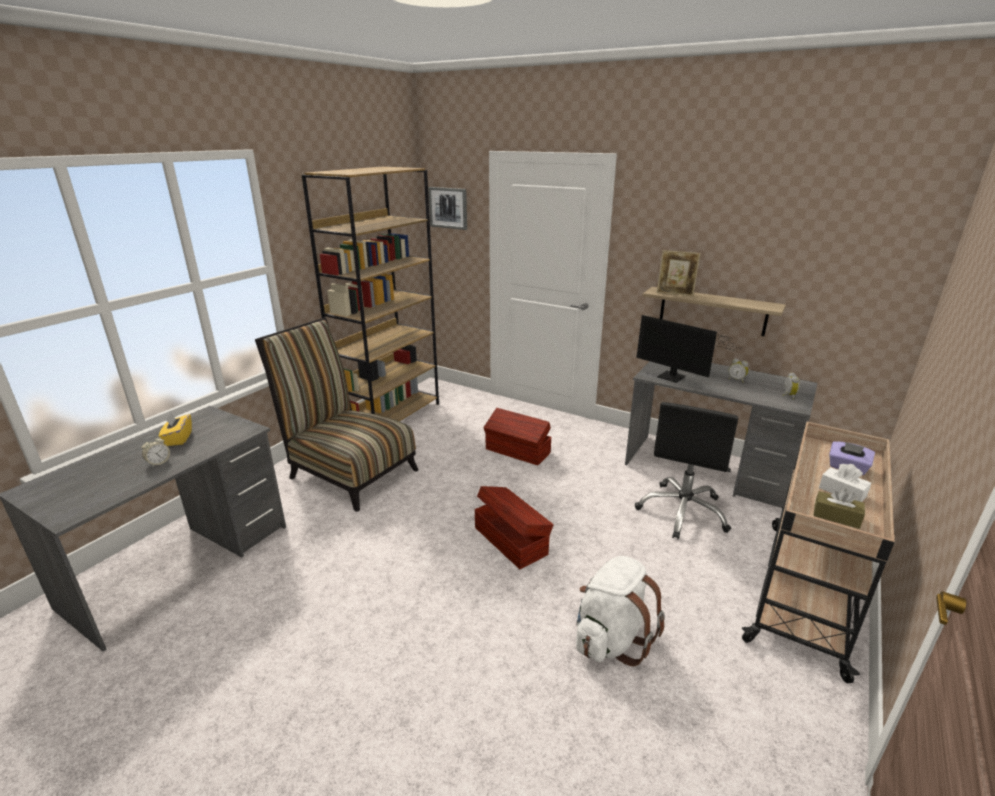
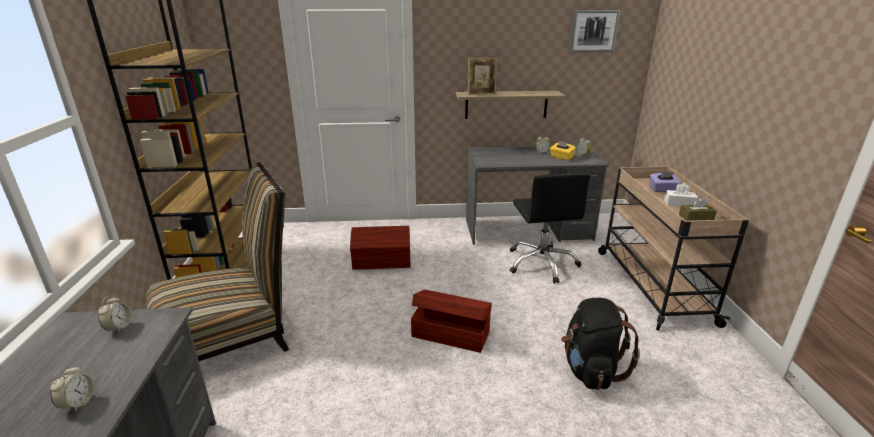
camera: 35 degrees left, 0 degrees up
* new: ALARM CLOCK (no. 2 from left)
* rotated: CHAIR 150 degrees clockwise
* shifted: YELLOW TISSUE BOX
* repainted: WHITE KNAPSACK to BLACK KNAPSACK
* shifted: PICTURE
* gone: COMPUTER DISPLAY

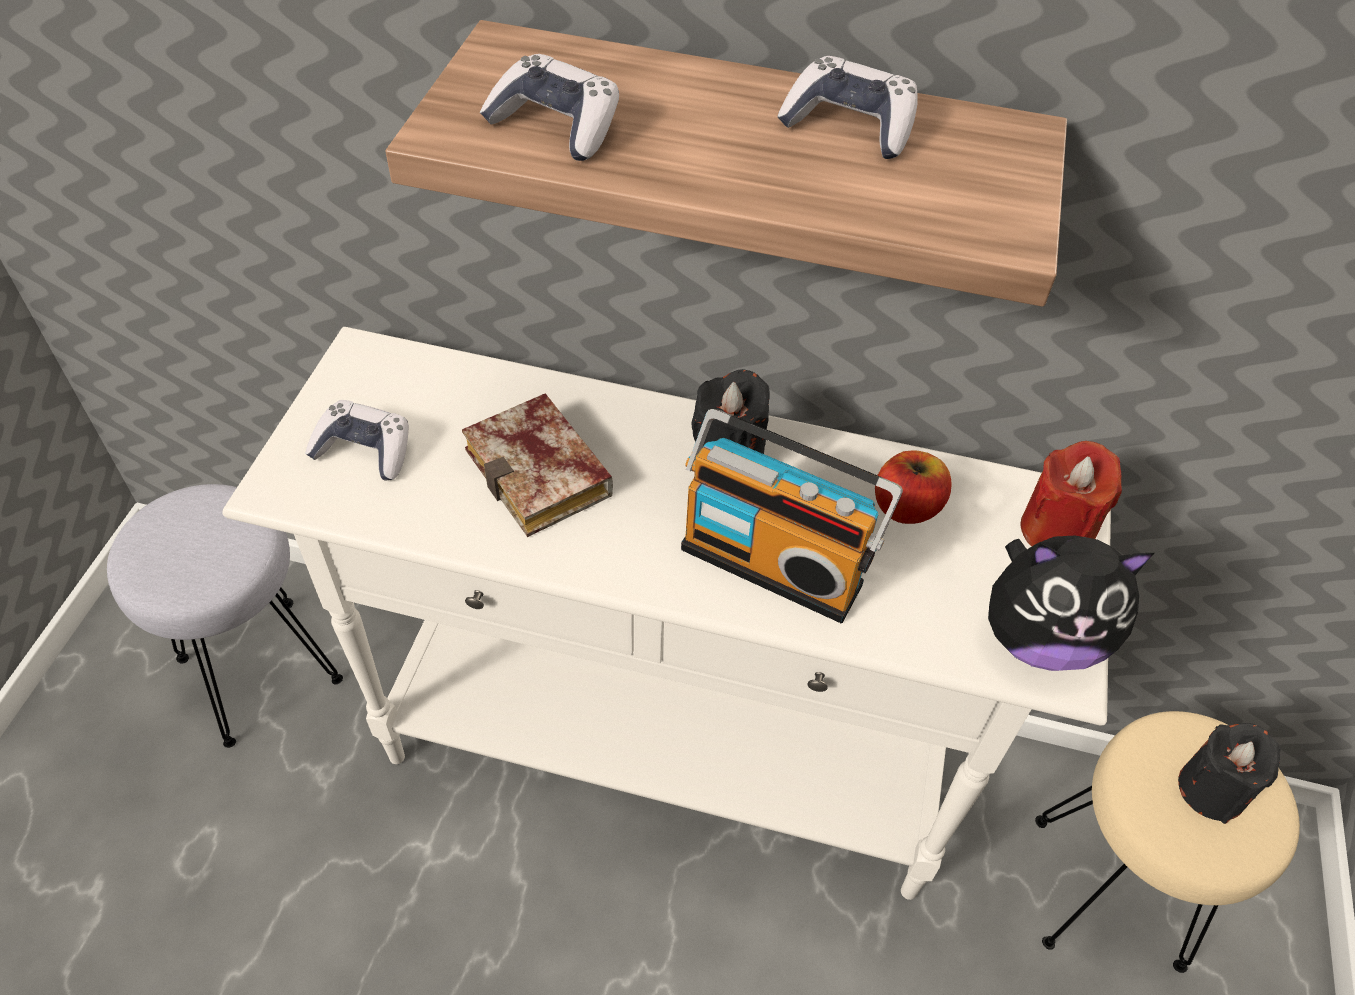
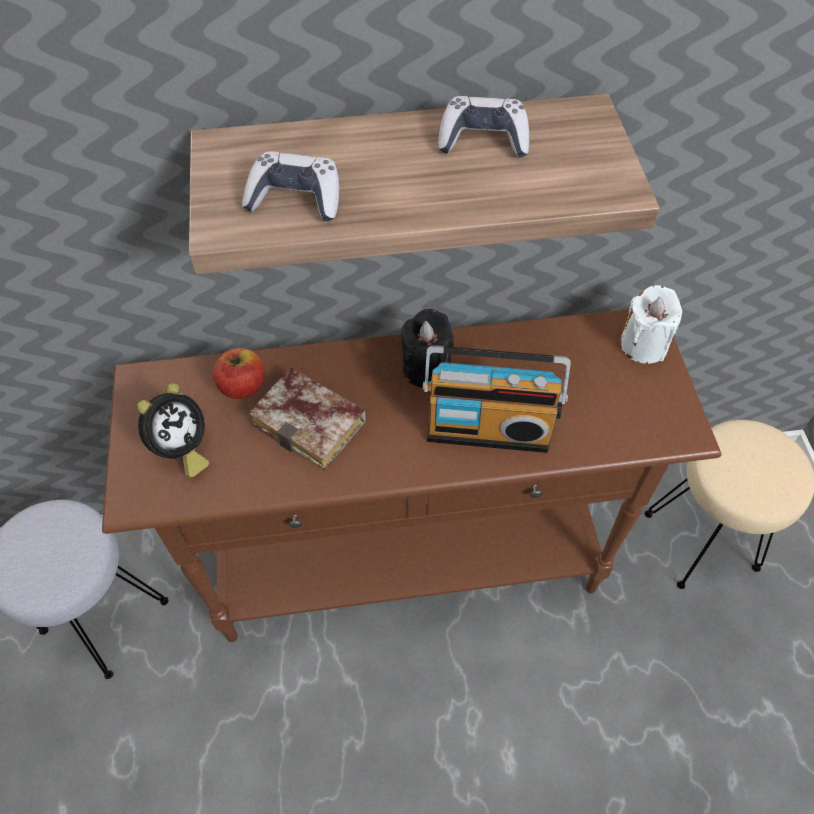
camera: 20 degrees left, 5 degrees up
* repainted: WHITE CONSOLE TABLE to BROWN-COLOURED CONSOLE TABLE
* swapped: JOYPAD (no. 1 from left) to ALARM CLOCK
* shifted: WHOLE APPLE
* repainted: RED-COLOURED CANDLE to WHITE CANDLE
* gone: CUDDLY TOY
* gone: BLACK CANDLE (no. 2 from left)

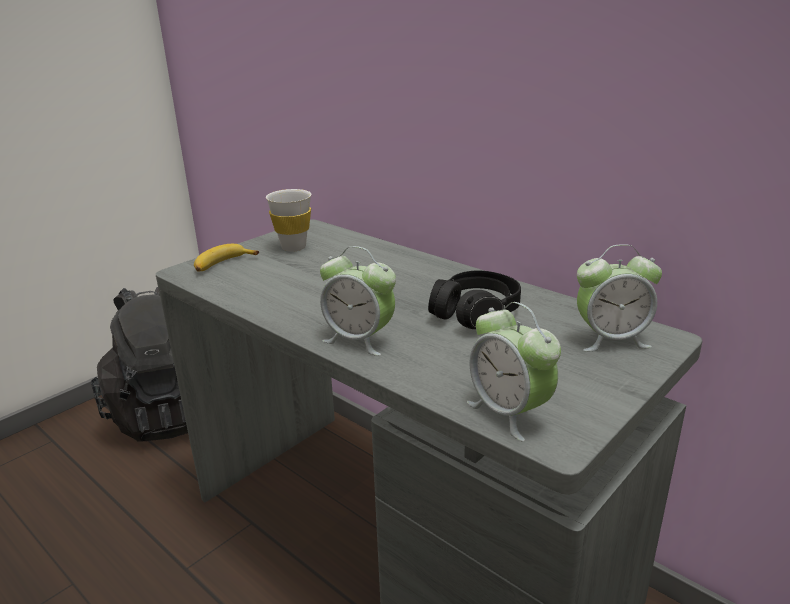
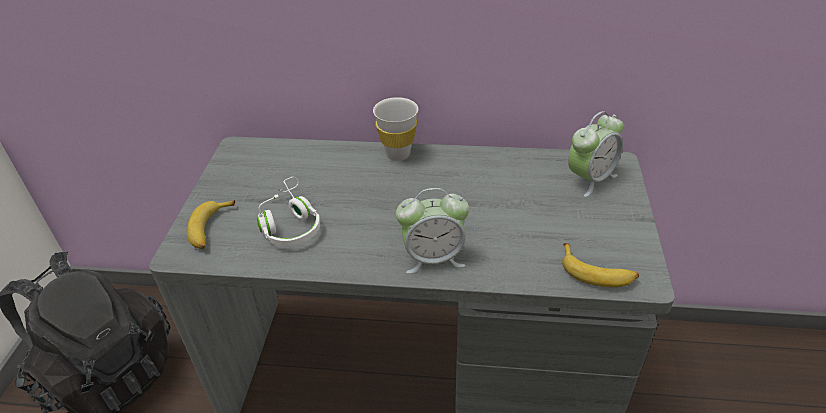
camera: 35 degrees left, 15 degrees up
* new: WHITE HEADSET
* shifted: WHITE CUP
* swapped: ALARM CLOCK (no. 2 from left) to BANANA FRUIT (no. 2 from left)
* gone: BLACK HEADSET

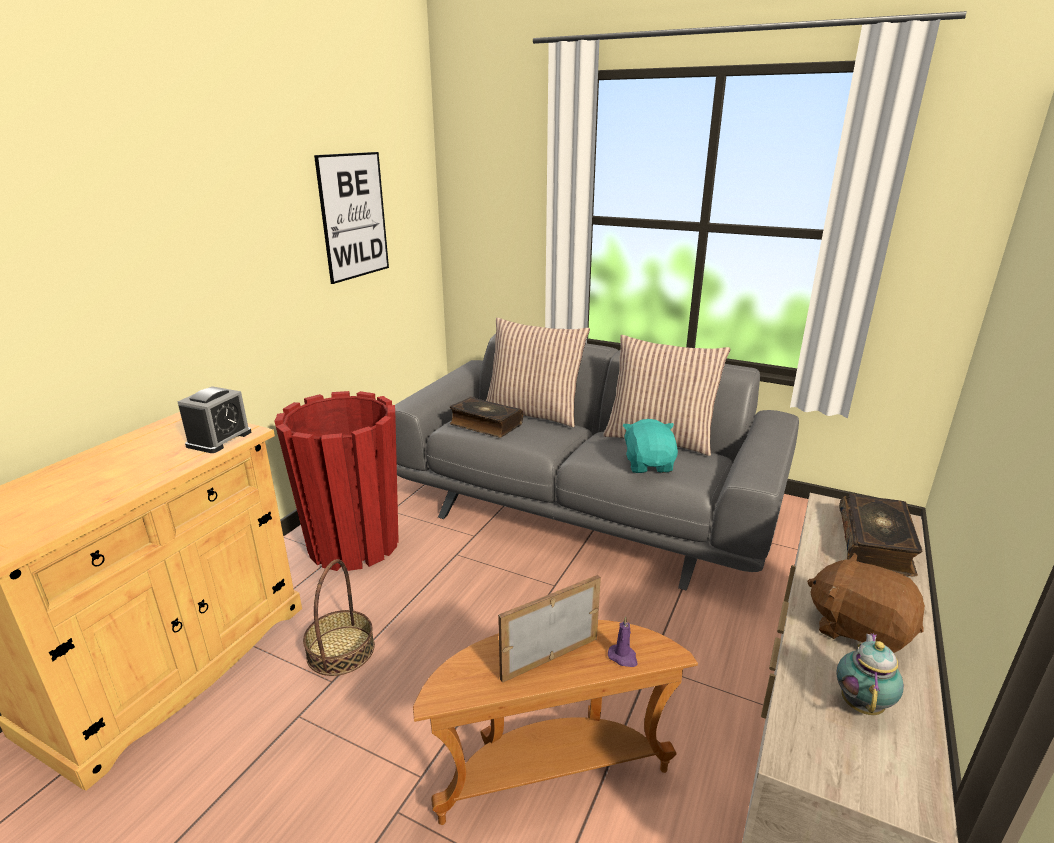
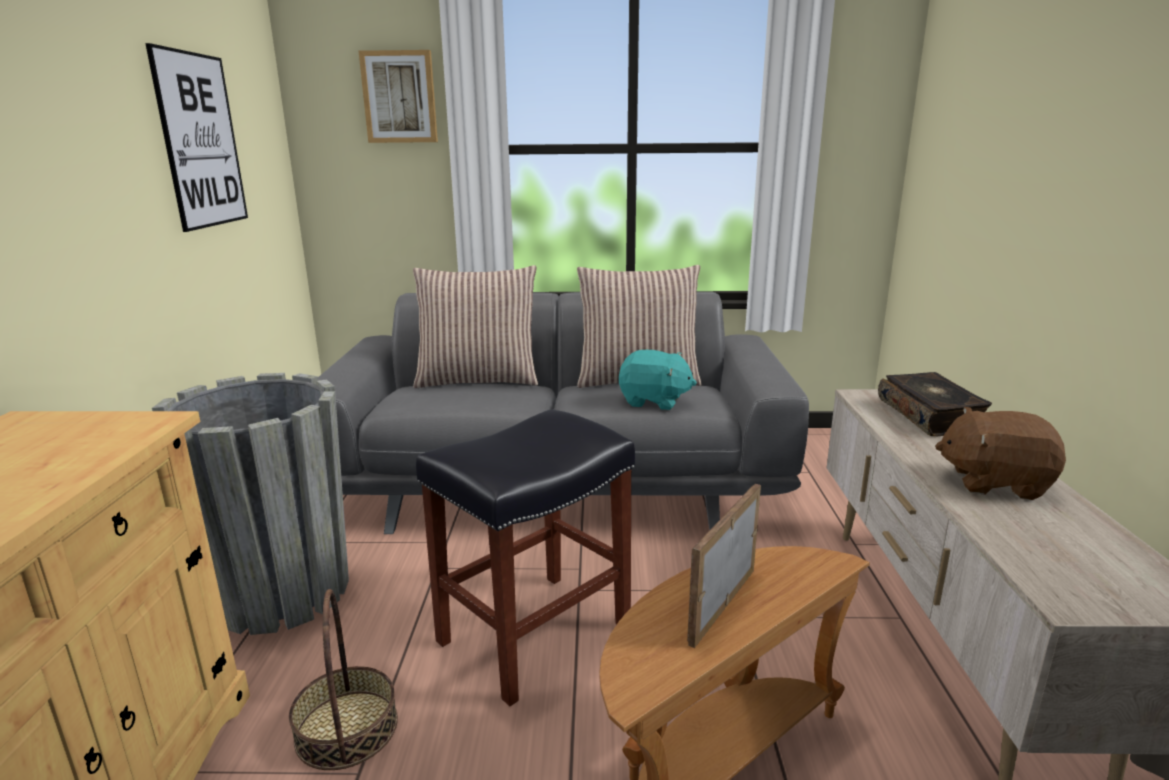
camera: 25 degrees left, 5 degrees down
* repainted: RED-COLOURED PLANT POT to GRAY PLANT POT
* new: PICTURE (no. 2 from left)
* new: BLACK STOOL SEAT
* rotated: BLUE-GREEN CUDDLY TOY 135 degrees clockwise
* gone: ALARM CLOCK
* gone: BOUND BOOK (no. 1 from left)
* gone: PURPLISH CANDLE
* gone: POT FOR TEA

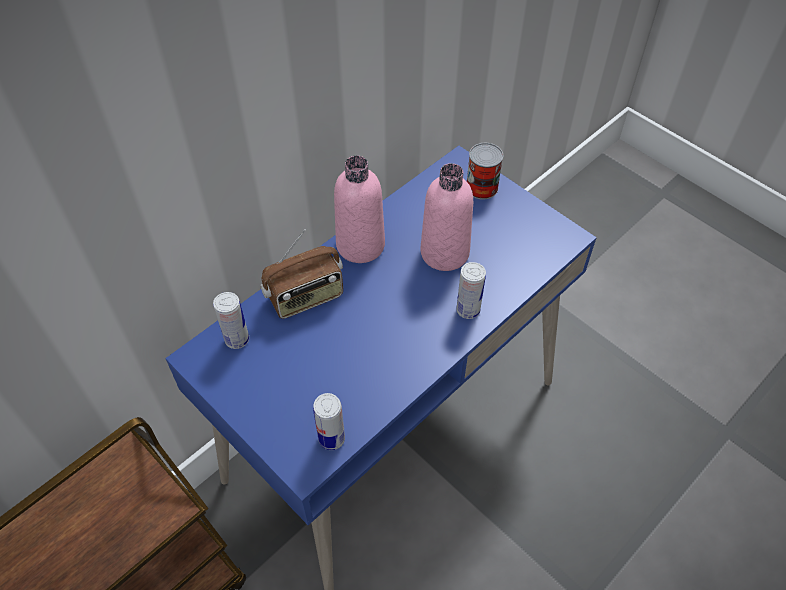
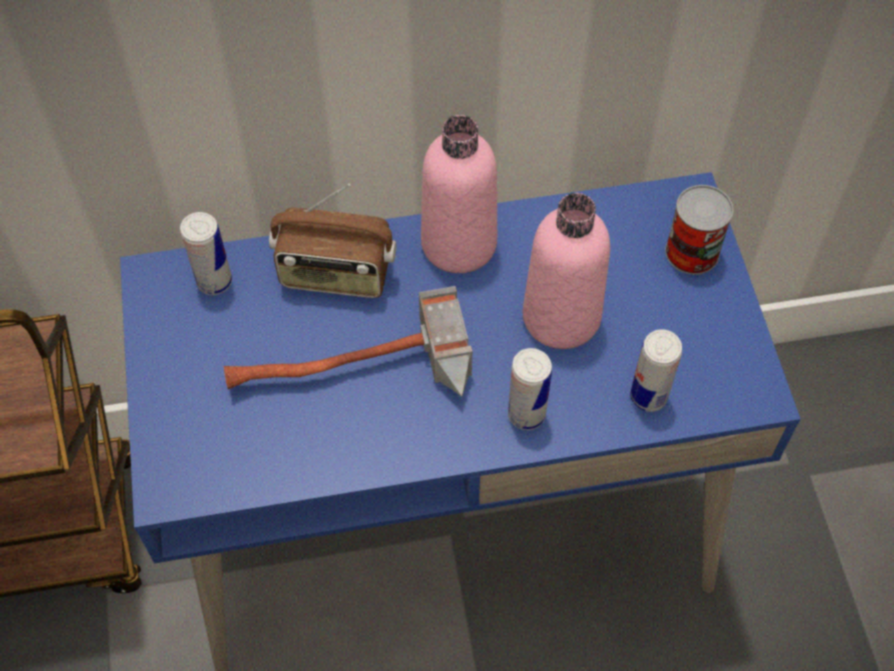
camera: 35 degrees right, 5 degrees up
* new: TOOL HAMMER
* shifted: CAN (no. 2 from left in the first image) to CAN (no. 3 from left)

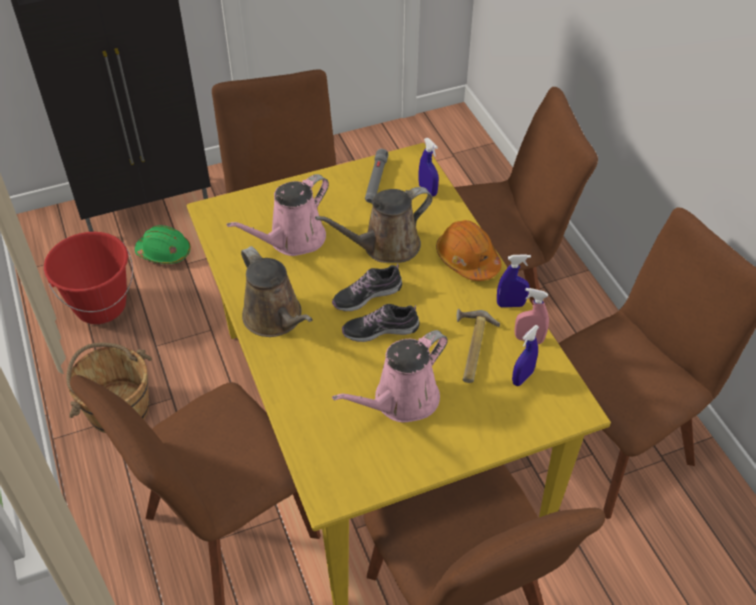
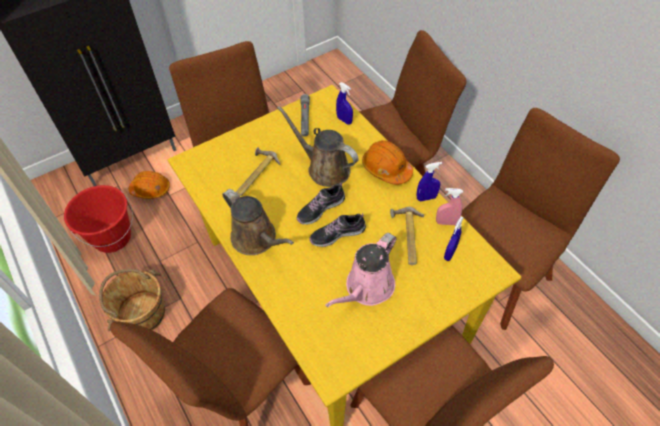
camera: 10 degrees left, 5 degrees up
* repainted: GREEN WORK HELMET to ORANGE WORK HELMET (no. 1 from left)
* swapped: PINK SPRINKLING CAN (no. 1 from left) to TOOL HAMMER (no. 1 from left)
* rotated: BROWN-COLOURED SPRINKLING CAN (no. 2 from left) 75 degrees clockwise

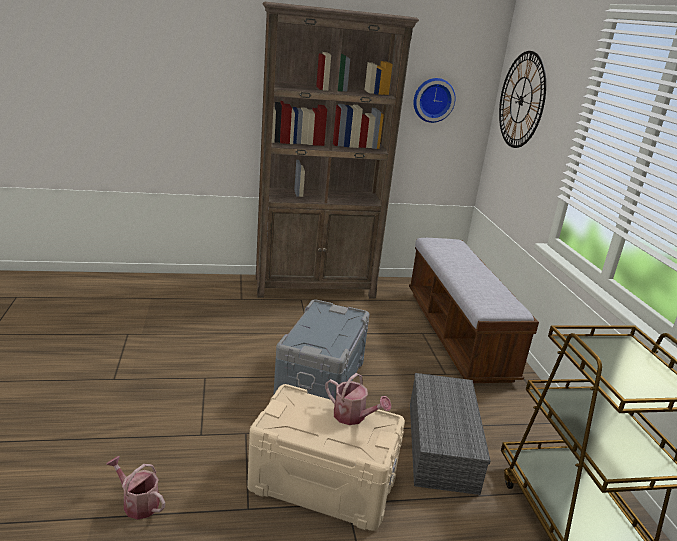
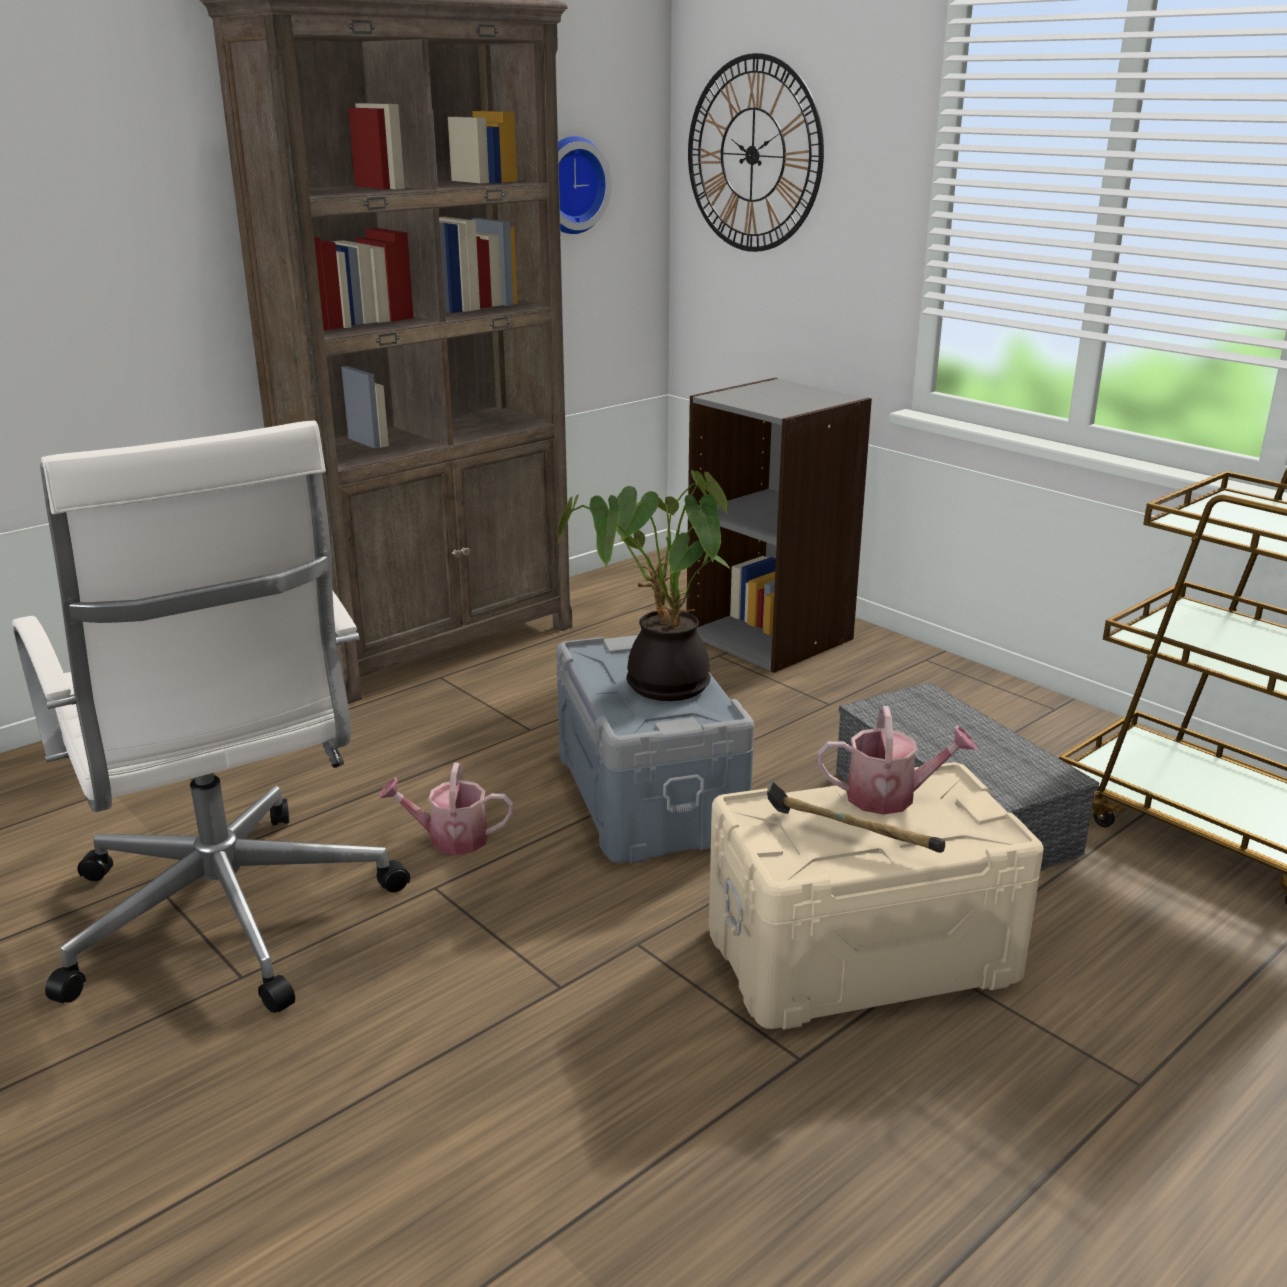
camera: 30 degrees left, 0 degrees up
* new: WHITE OFFICE CHAIR
* shifted: SPRINKLING CAN (no. 1 from left)
* new: PLANT IN A POT
* swapped: INDOOR BENCH to GRAY SHELVING UNIT
* new: TOOL HAMMER

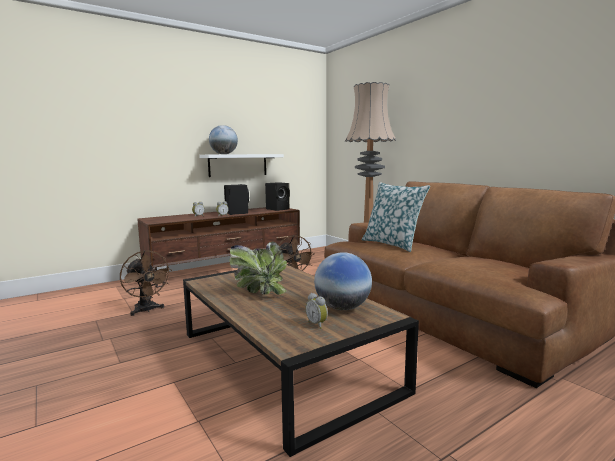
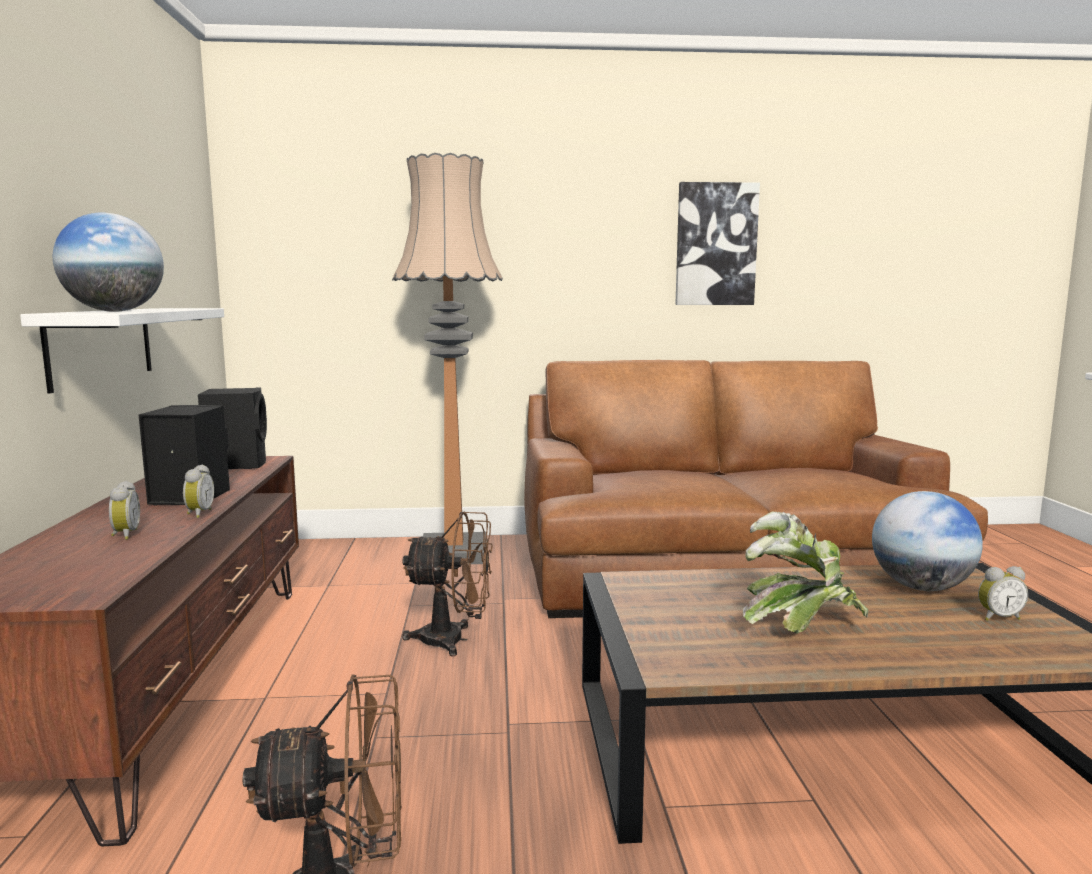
camera: 60 degrees left, 0 degrees up
* new: PICTURE
* gone: PILLOW

